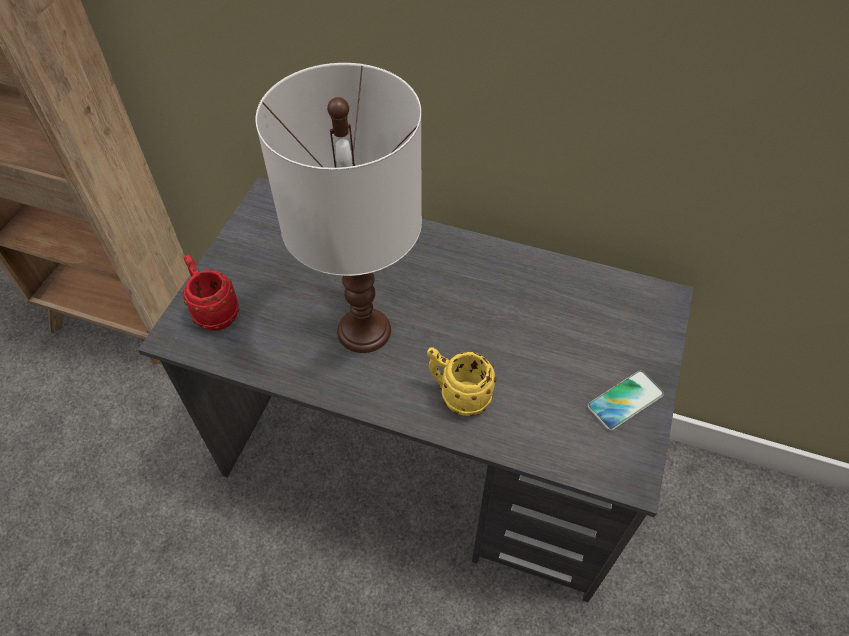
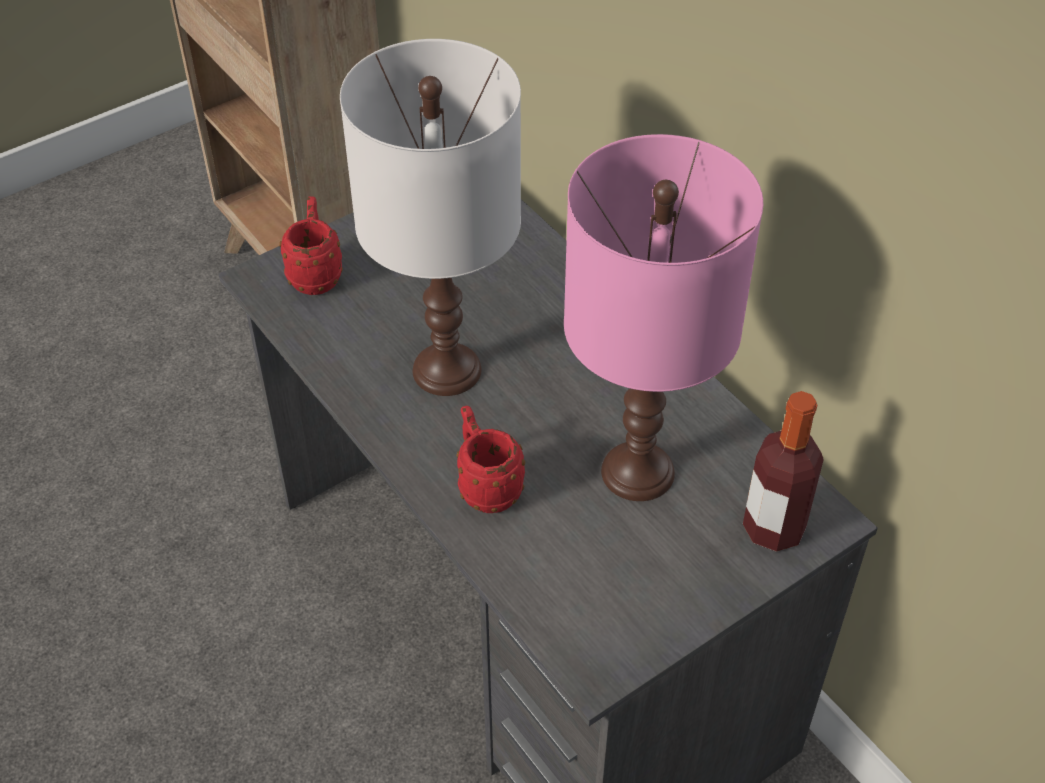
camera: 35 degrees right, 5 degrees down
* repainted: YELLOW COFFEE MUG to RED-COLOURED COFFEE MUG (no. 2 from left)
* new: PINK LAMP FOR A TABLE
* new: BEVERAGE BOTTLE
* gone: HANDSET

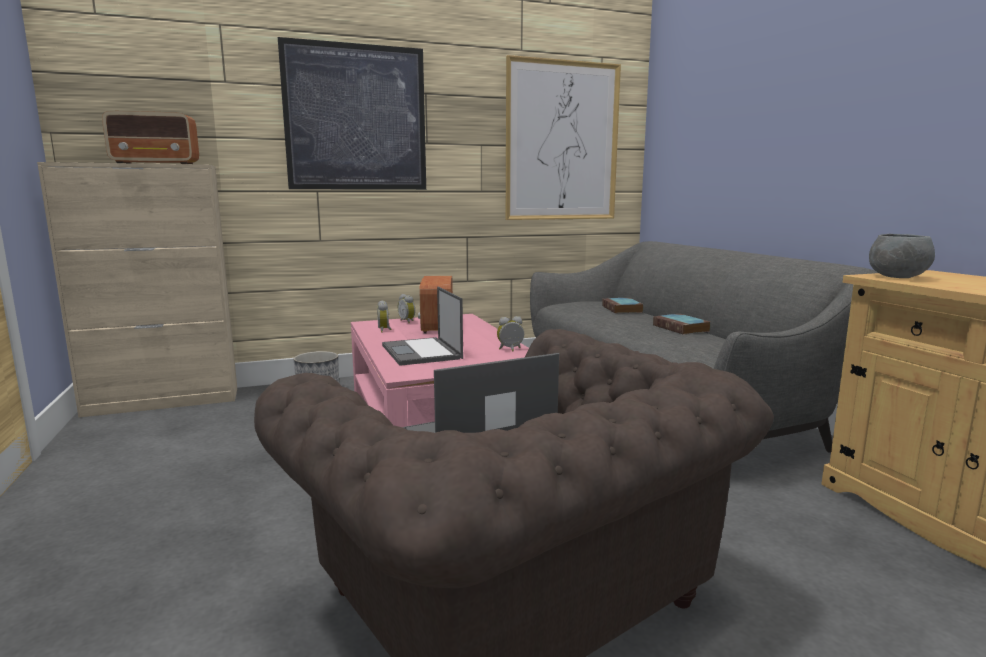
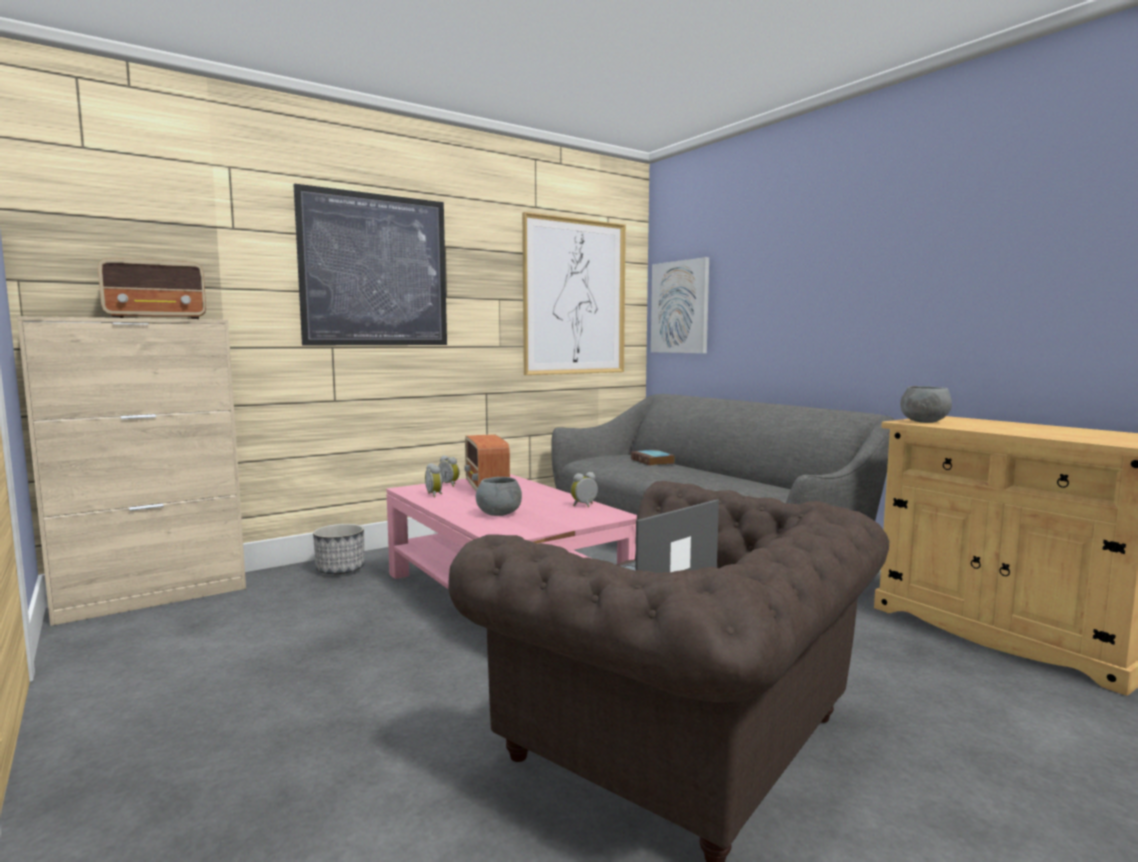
camera: 15 degrees left, 5 degrees down
* swapped: PORTABLE COMPUTER (no. 1 from left) to GRAY DEEP DISH (no. 1 from left)
* new: PICTURE (no. 3 from left)
* gone: BOUND BOOK (no. 2 from left)

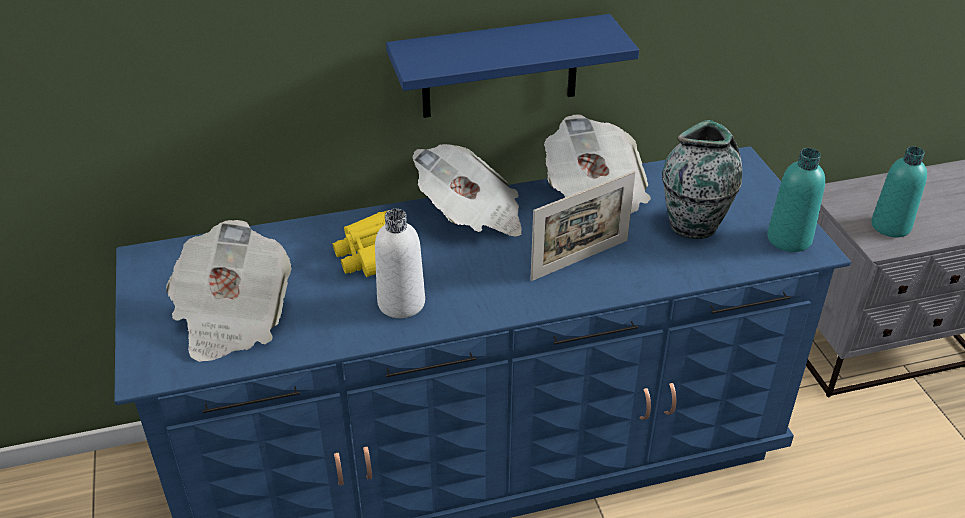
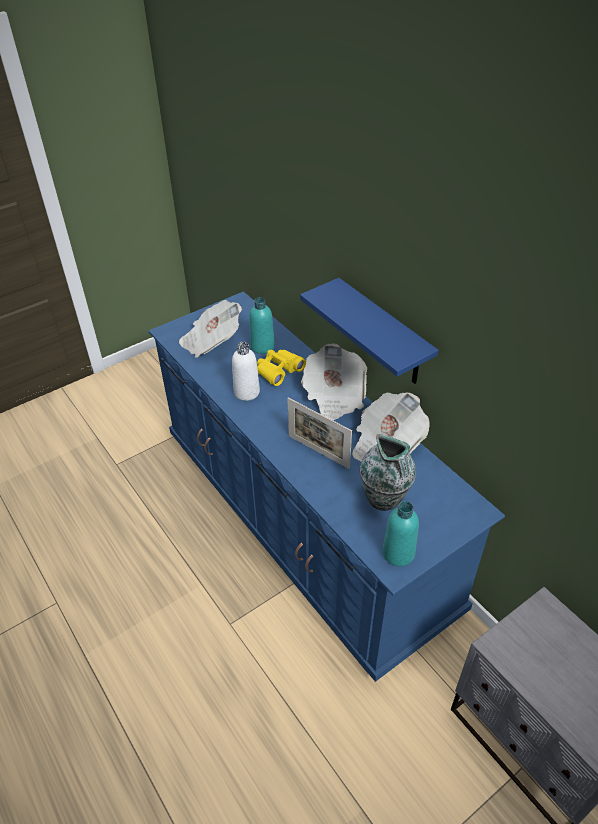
camera: 70 degrees right, 5 degrees up
* shifted: BLUE-GREEN BEVERAGE BOTTLE (no. 2 from left in the first image) to BLUE-GREEN BEVERAGE BOTTLE (no. 1 from left)

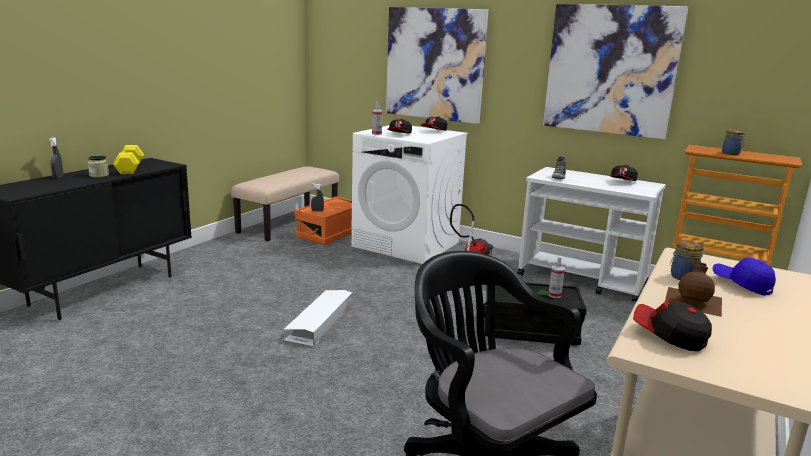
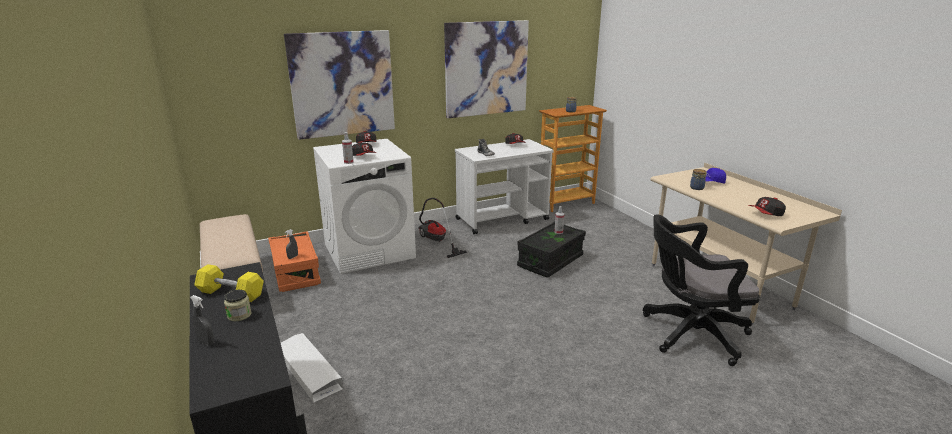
camera: 55 degrees left, 5 degrees up
* shifted: WHITE STORAGE CONTAINER
* gone: BROWN-COLOURED BEVERAGE BOTTLE

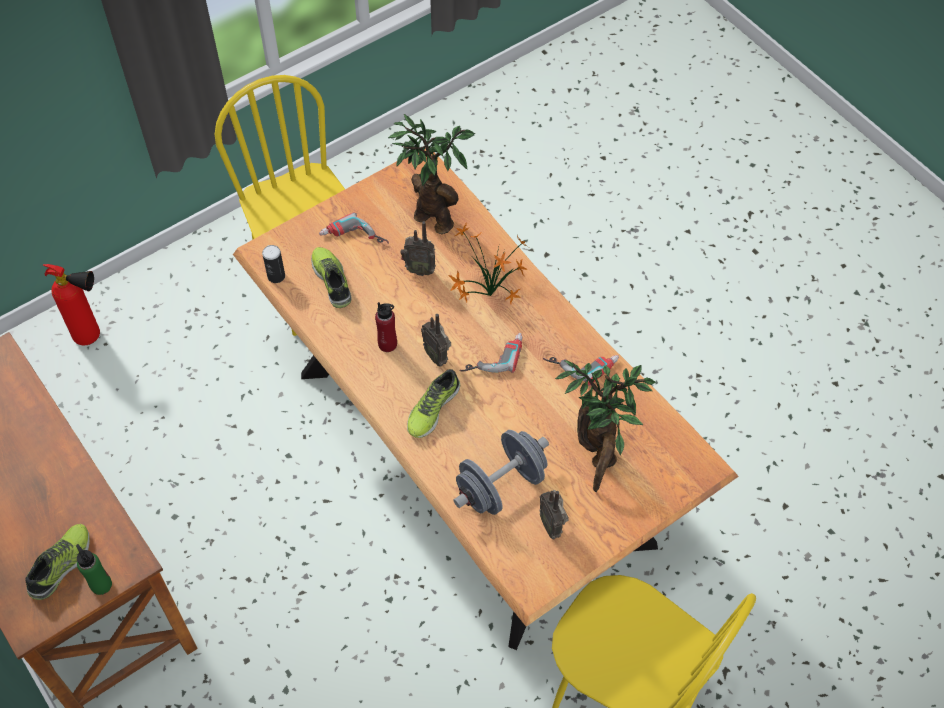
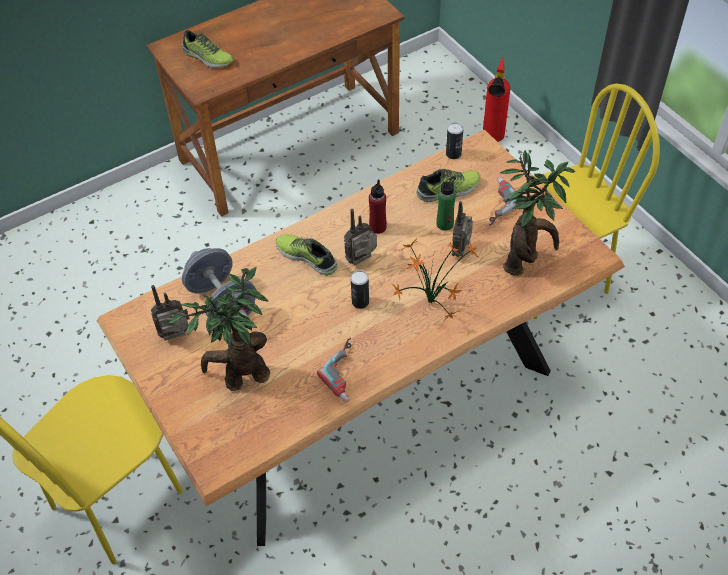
camera: 95 degrees right, 5 degrees down
* swapped: POWER DRILL (no. 2 from left) to CAN (no. 1 from left)
* shifted: GREEN BEVERAGE BOTTLE

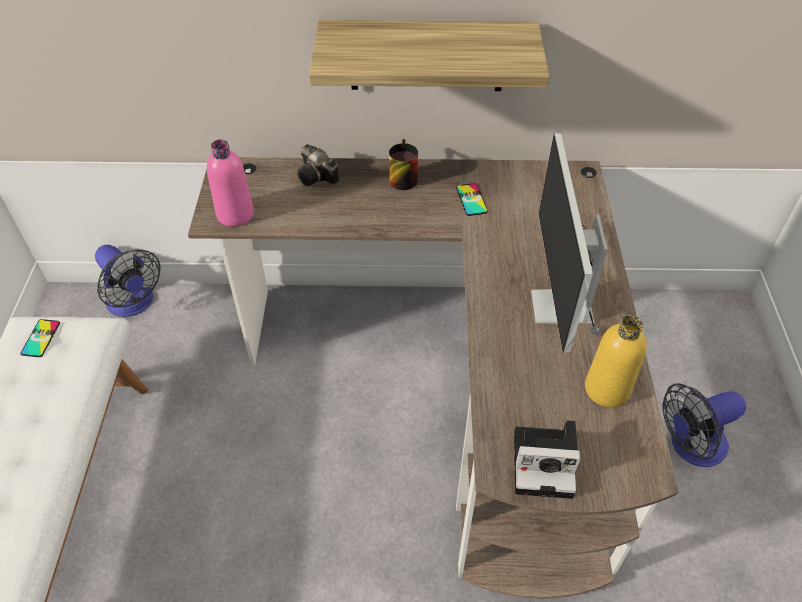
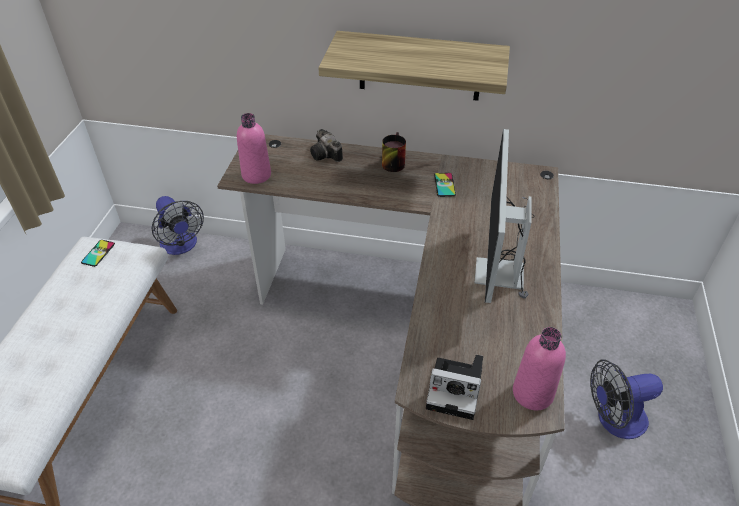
camera: 10 degrees right, 5 degrees down
* new: PINK BEVERAGE BOTTLE (no. 2 from left)
* gone: YELLOW BEVERAGE BOTTLE

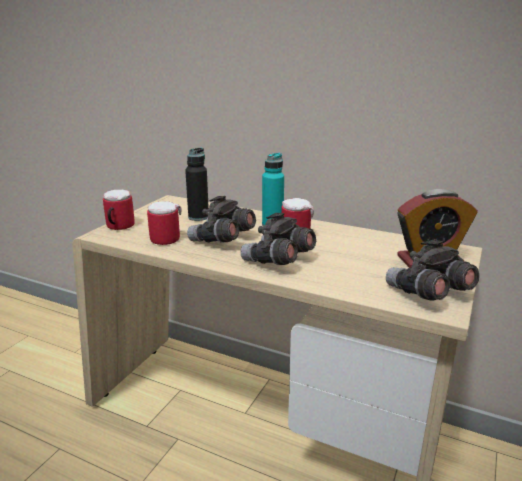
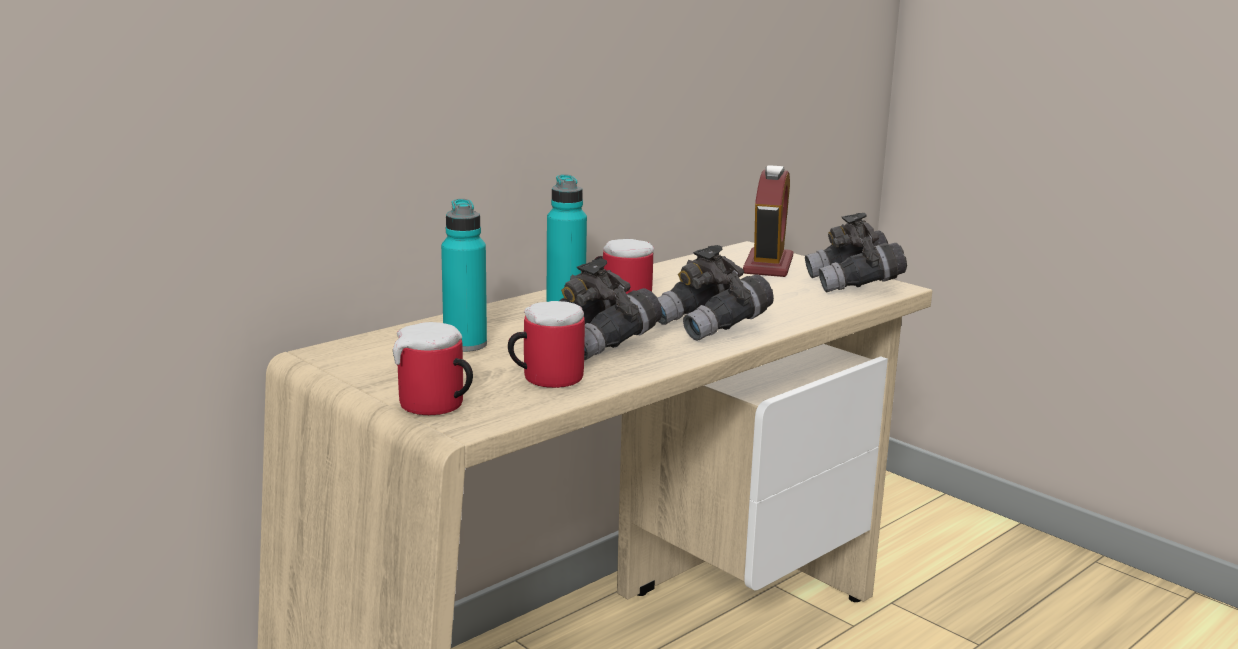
camera: 70 degrees left, 5 degrees down
* repainted: BLACK BEVERAGE BOTTLE to BLUE-GREEN BEVERAGE BOTTLE (no. 1 from left)

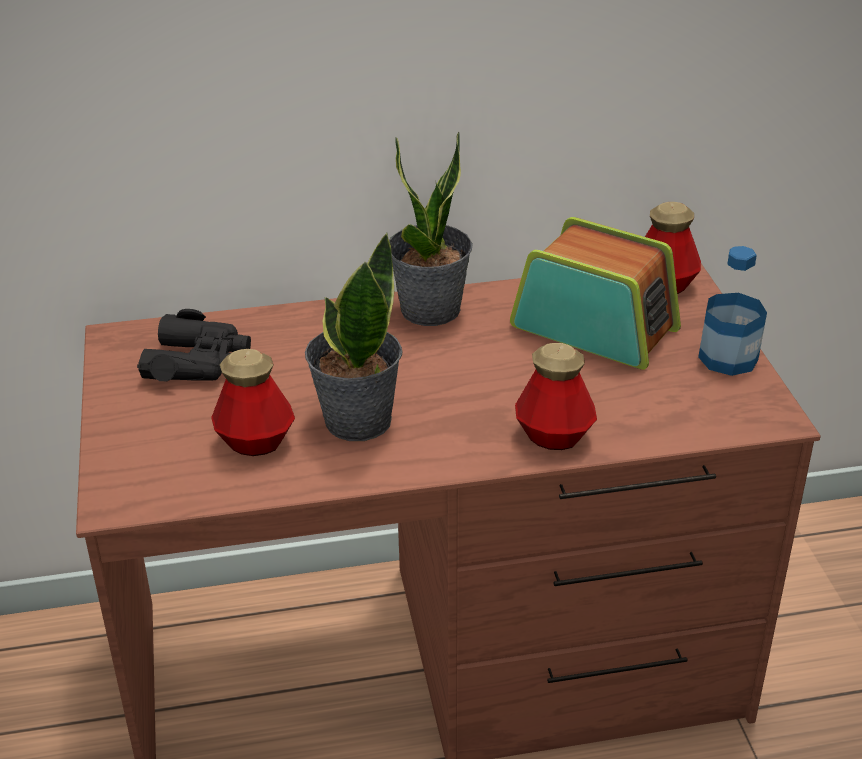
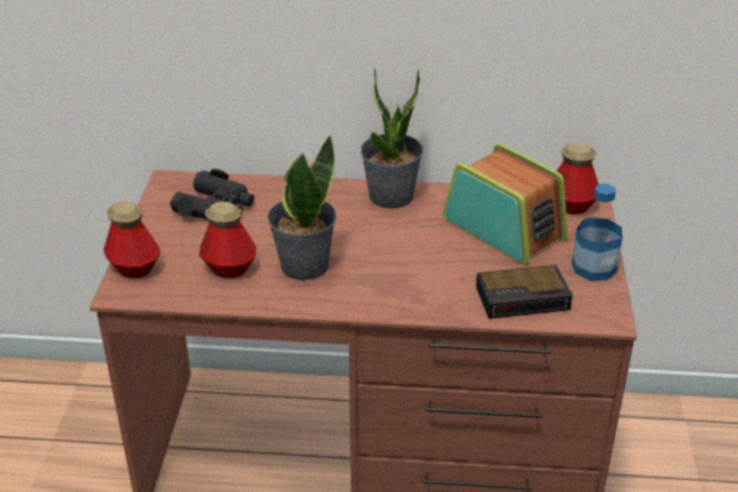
camera: 15 degrees right, 0 degrees up
* shifted: BEVERAGE BOTTLE (no. 2 from left in the first image) to BEVERAGE BOTTLE (no. 1 from left)
* new: ALARM CLOCK

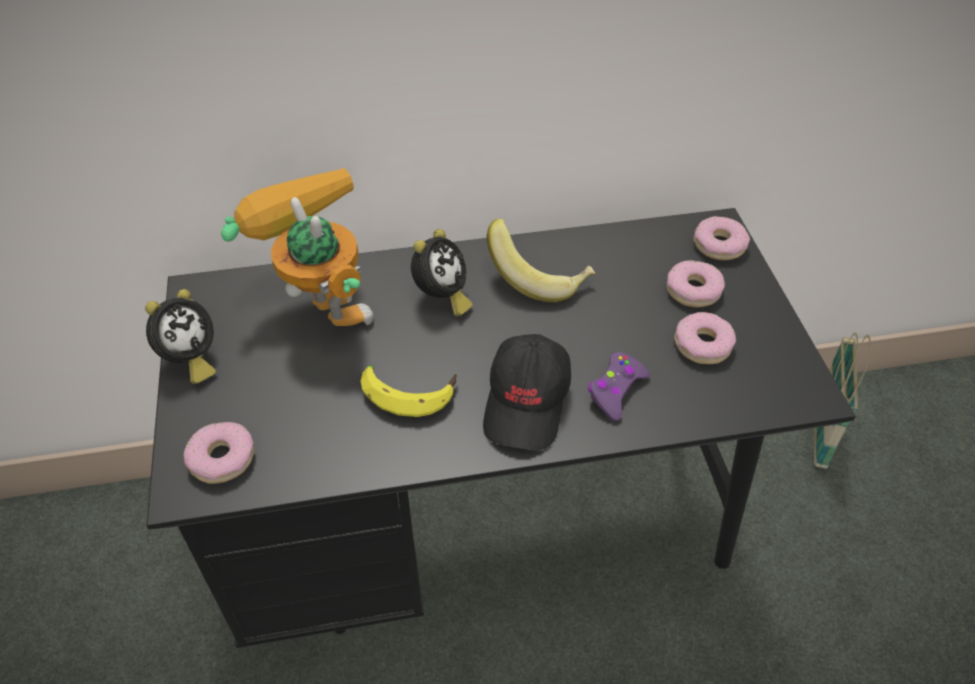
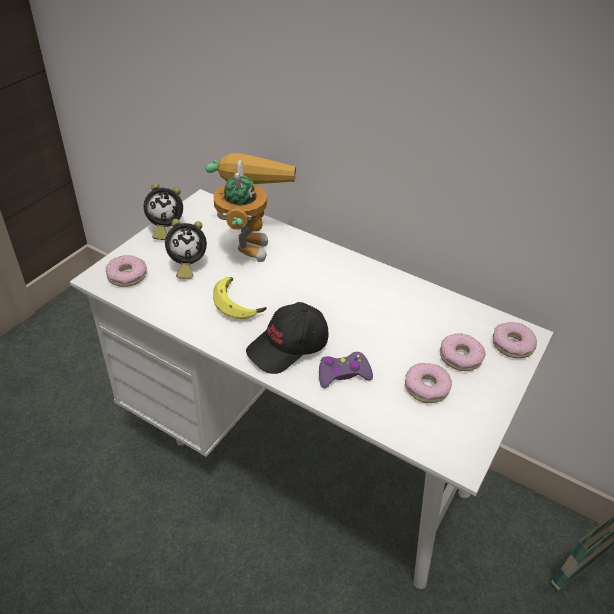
camera: 40 degrees right, 5 degrees down
* repainted: BLACK DESK to WHITE DESK
* shifted: ALARM CLOCK (no. 2 from left)
* gone: BANANA FRUIT (no. 2 from left)

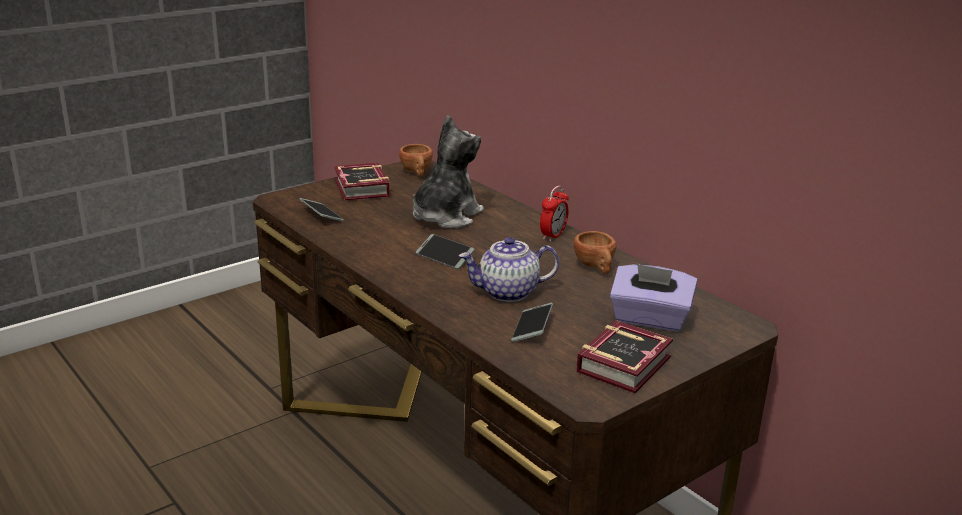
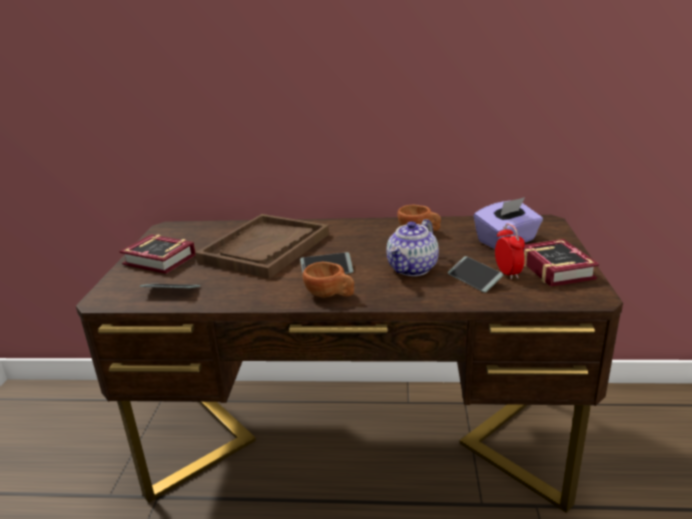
camera: 45 degrees left, 0 degrees up
* swapped: CUDDLY TOY to BROWN-COLOURED TRAY
* shifted: BROWN-COLOURED CUP (no. 1 from left)
* shifted: ALARM CLOCK

